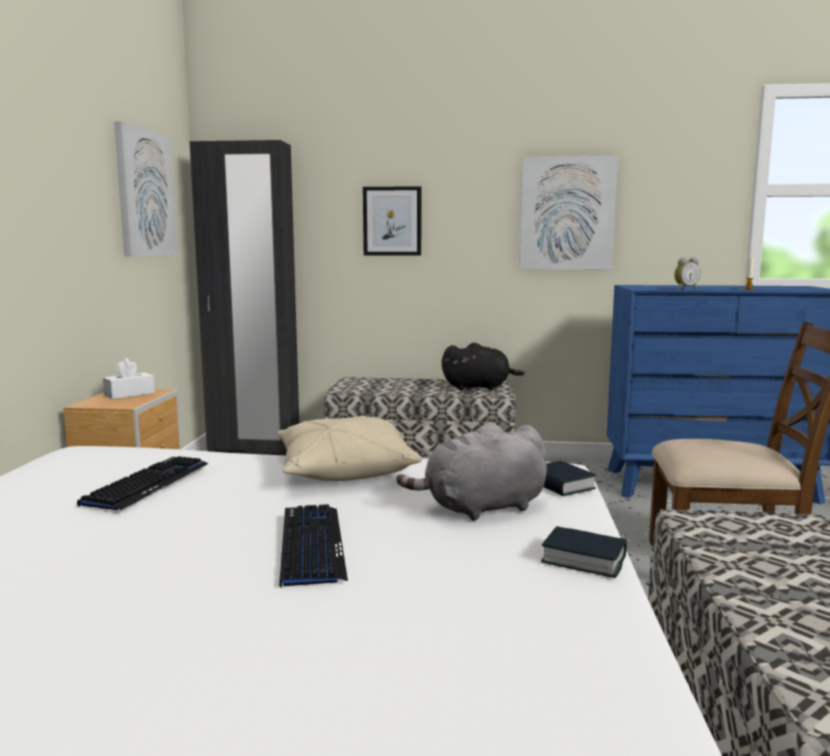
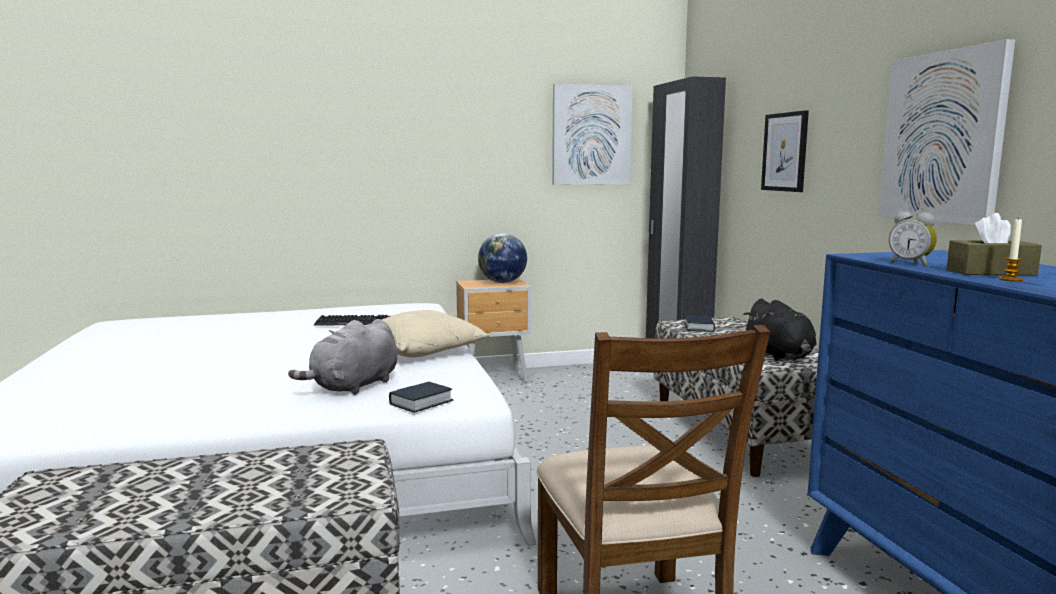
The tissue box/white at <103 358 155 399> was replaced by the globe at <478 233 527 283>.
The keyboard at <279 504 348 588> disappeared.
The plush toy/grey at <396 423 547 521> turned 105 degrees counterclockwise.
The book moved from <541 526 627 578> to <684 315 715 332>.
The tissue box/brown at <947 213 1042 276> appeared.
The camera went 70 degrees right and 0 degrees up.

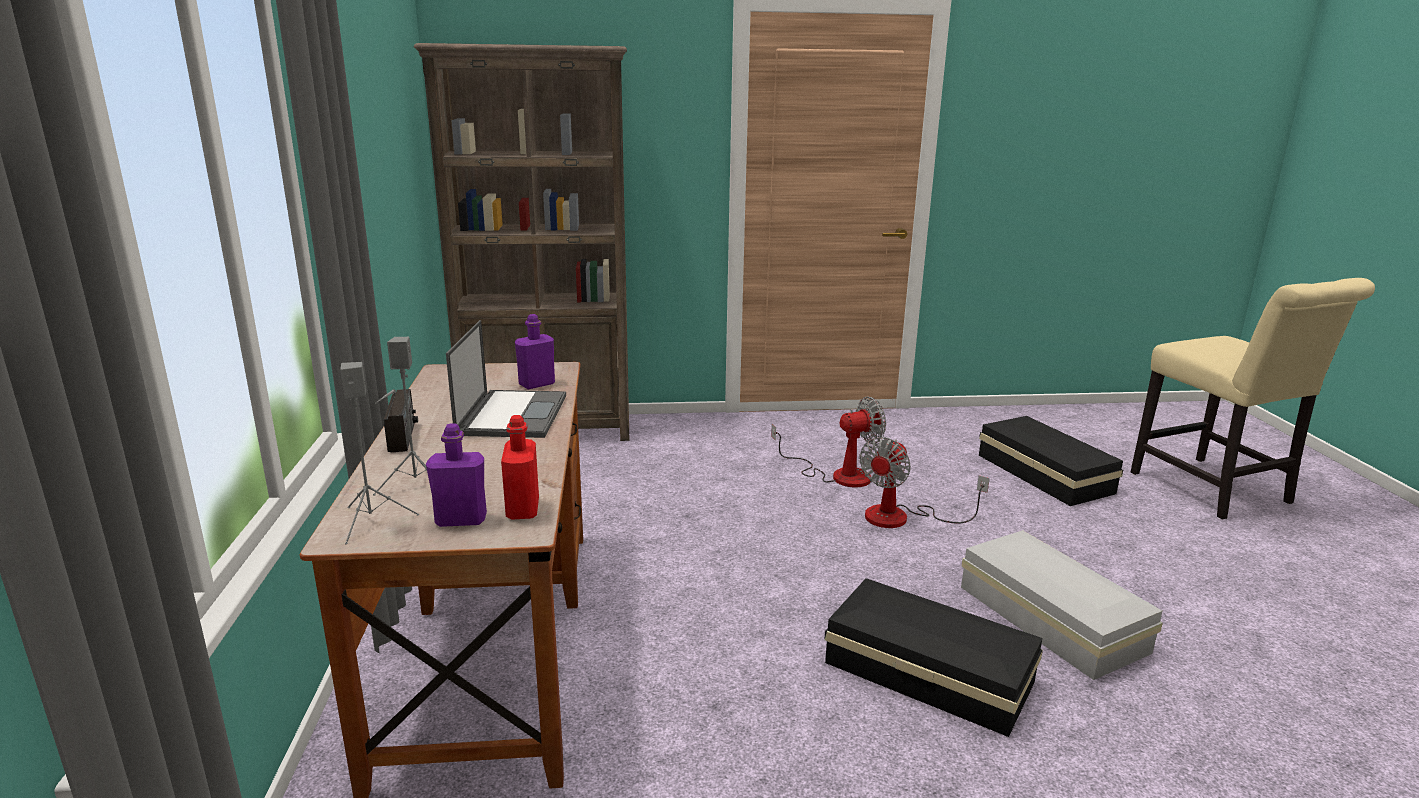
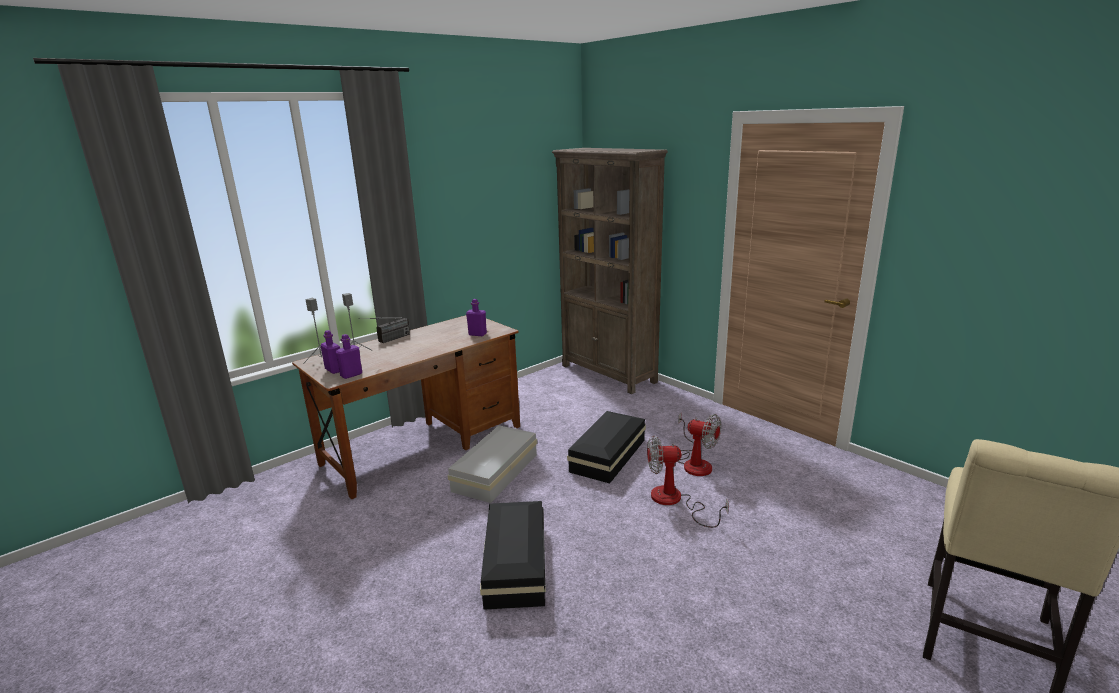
The laptop at <446 320 566 438> disappeared.
The bottle/red at <501 415 539 519> became the bottle/purple at <335 334 362 379>.
The storage box/white moved from <961 530 1163 680> to <448 425 537 503>.
The storage box/black moved from <979 416 1123 506> to <567 411 646 484>.
The camera went 55 degrees right and 0 degrees up.

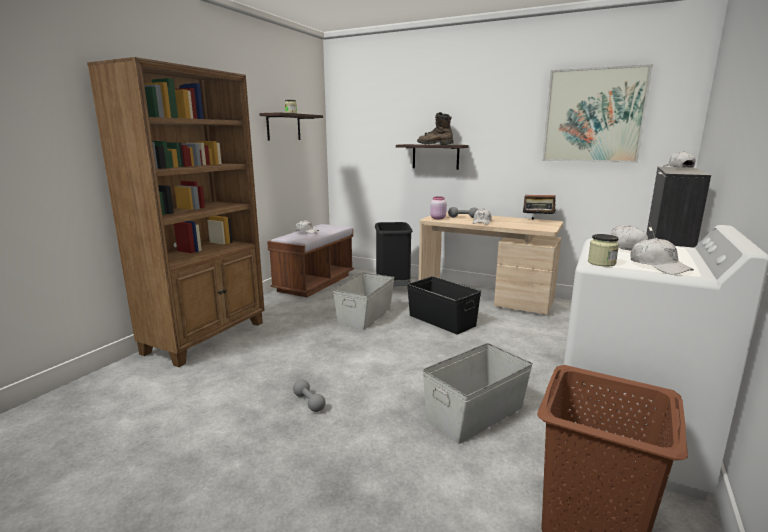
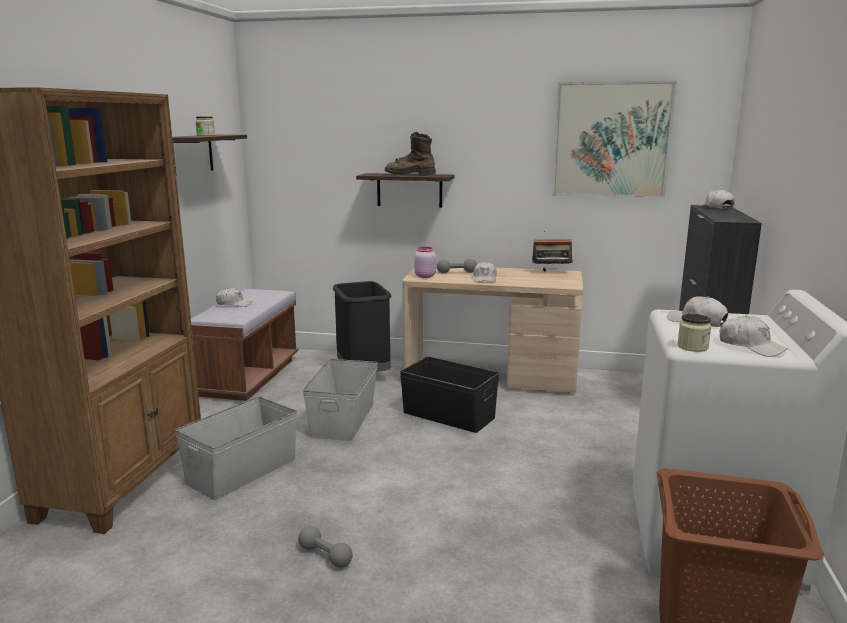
The storage box/grey moved from <423 343 533 444> to <175 396 297 500>.
The camera went 15 degrees left and 0 degrees up.

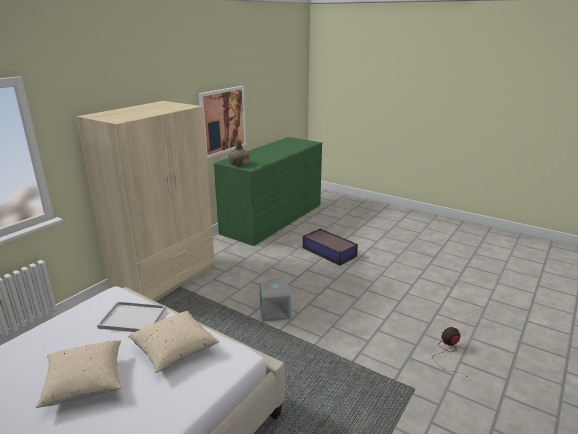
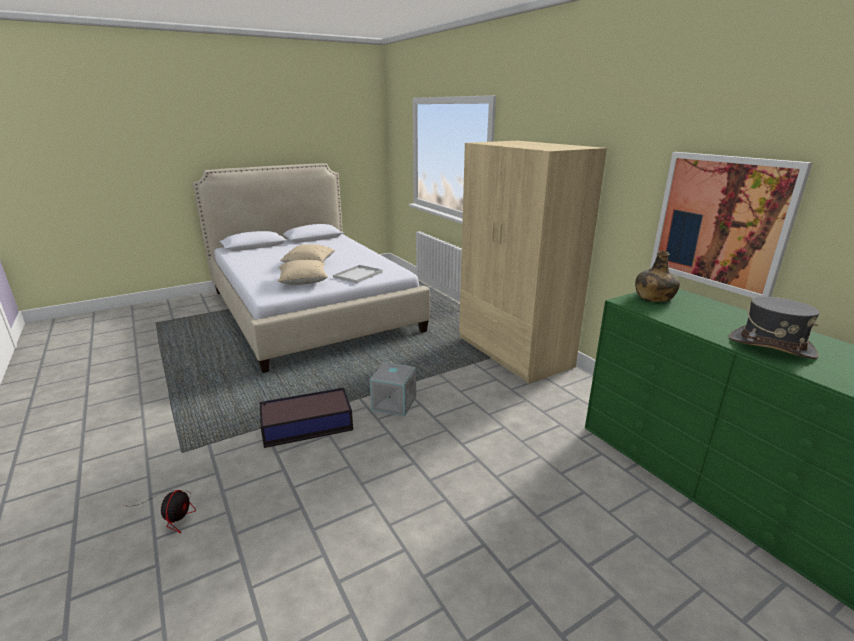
The storage box moved from <303 229 358 266> to <260 388 353 448>.
The hat/grey at <729 297 820 359> appeared.
The camera went 115 degrees right and 0 degrees up.

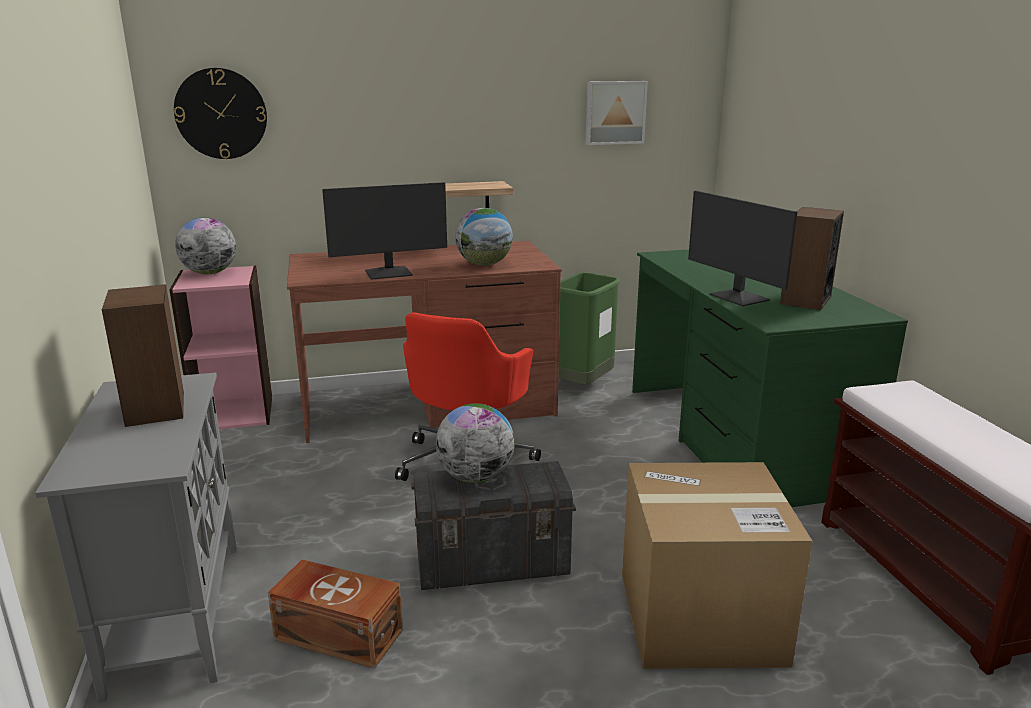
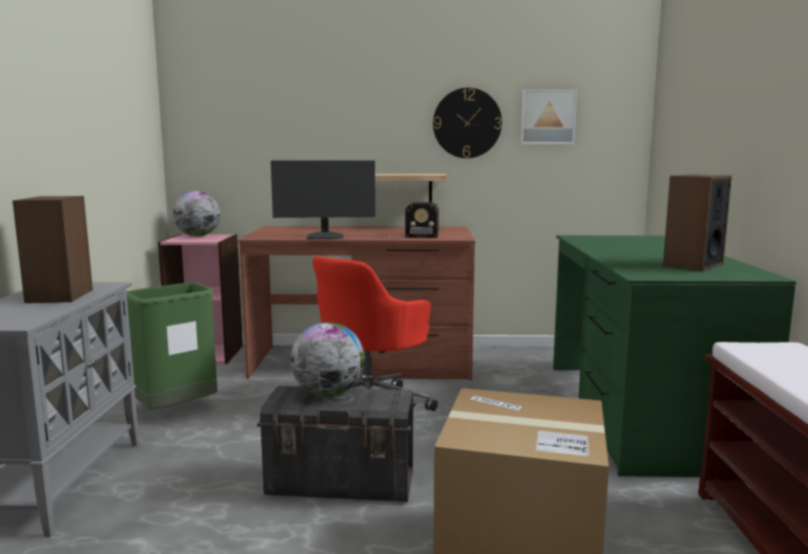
The wall clock moved from <174 68 267 159> to <433 88 502 158>.
The storage box/brown at <268 559 403 669> disappeared.
The globe at <455 208 513 266> was replaced by the radio at <386 202 439 238>.
The trash can/green moved from <558 272 620 385> to <126 282 217 409>.
The monitor at <688 191 797 306> disappeared.
The camera went 15 degrees right and 10 degrees down.

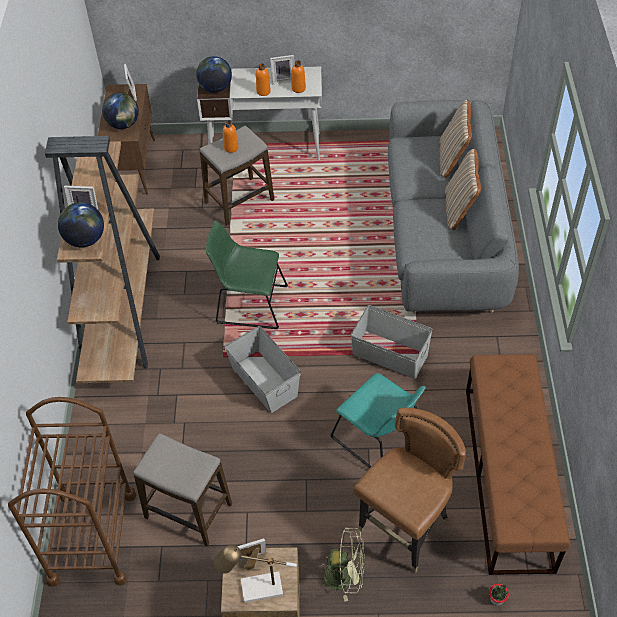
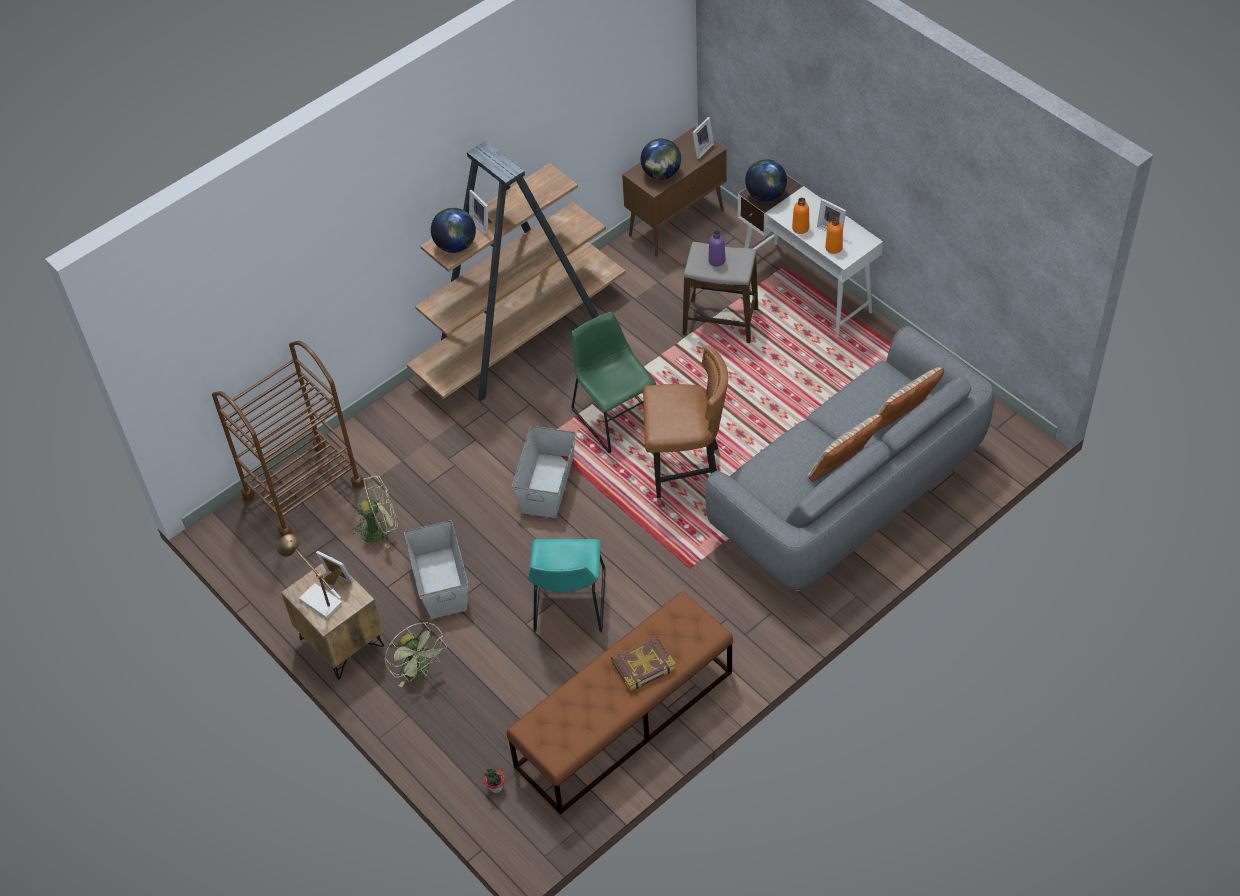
The stool at <133 433 232 546> was replaced by the fan/green at <352 475 398 549>.
The bottle/orange at <223 120 239 153> became the bottle/purple at <708 230 725 267>.
The storage box/grey moved from <351 305 433 379> to <404 520 468 619>.
The chair/brown moved from <353 407 466 573> to <643 345 728 505>.
The book at <611 636 676 692> appeared.
The camera went 50 degrees right and 0 degrees up.

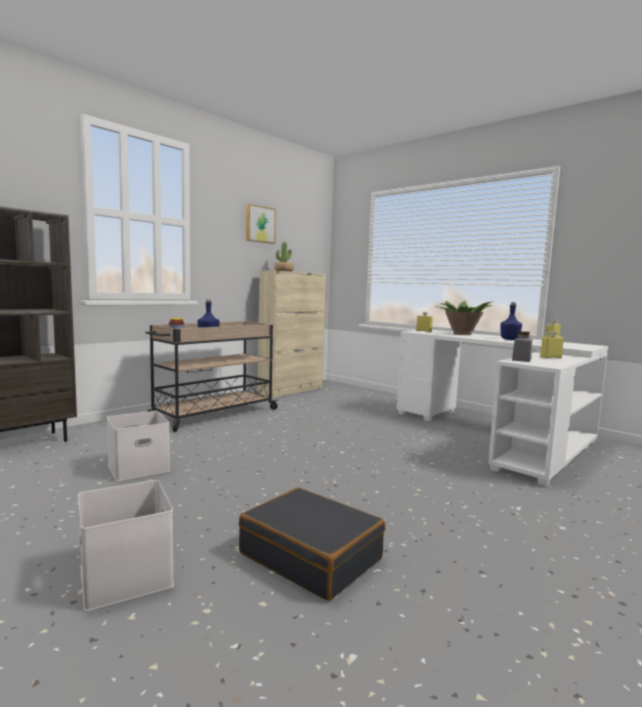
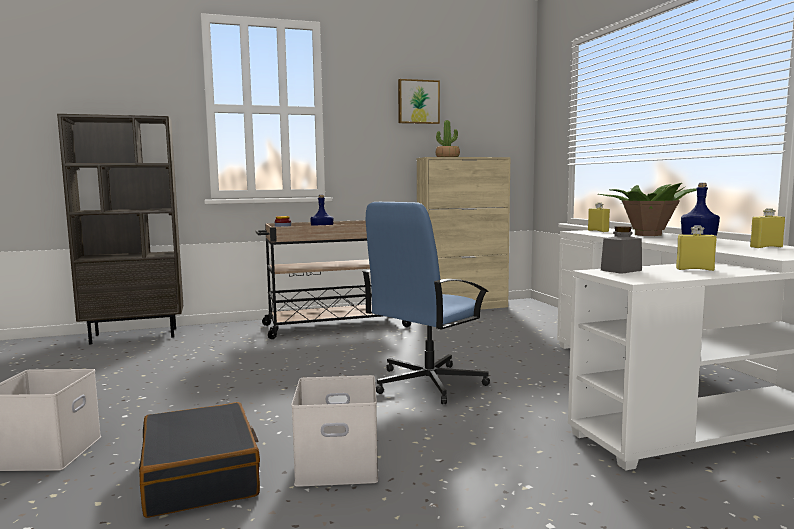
The storage box/white moved from <107 411 170 481> to <291 375 378 487>.
The office chair/blue at <362 202 490 404> appeared.
The camera went 30 degrees right and 0 degrees up.

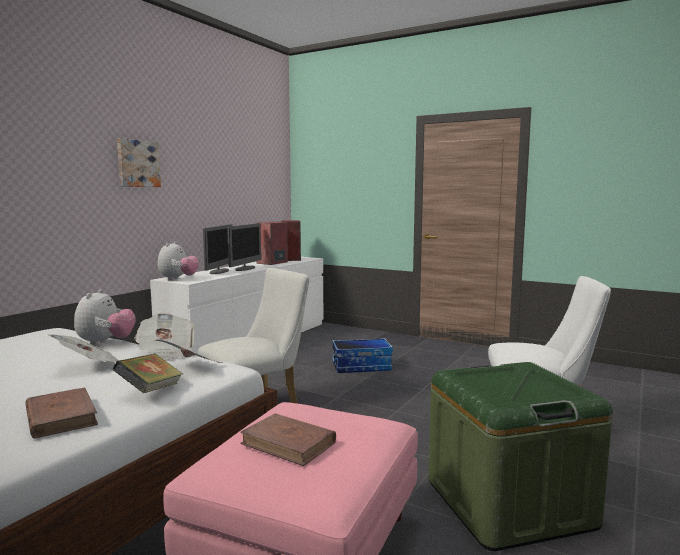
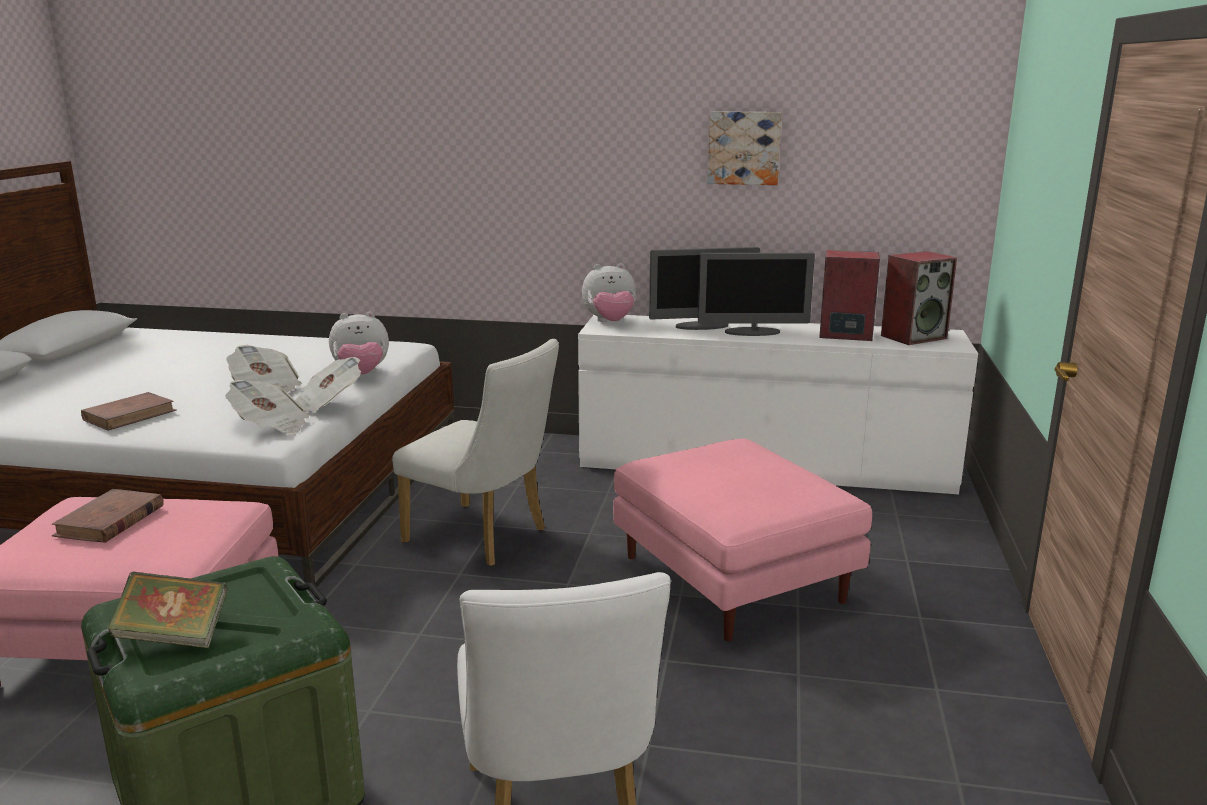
The book moved from <113 354 183 393> to <107 572 227 648>.
The picture moved from <117 138 161 187> to <707 111 782 185>.
The storage box at <332 338 393 373> was replaced by the ottoman/pink at <613 439 872 641>.
The camera went 70 degrees right and 10 degrees up.

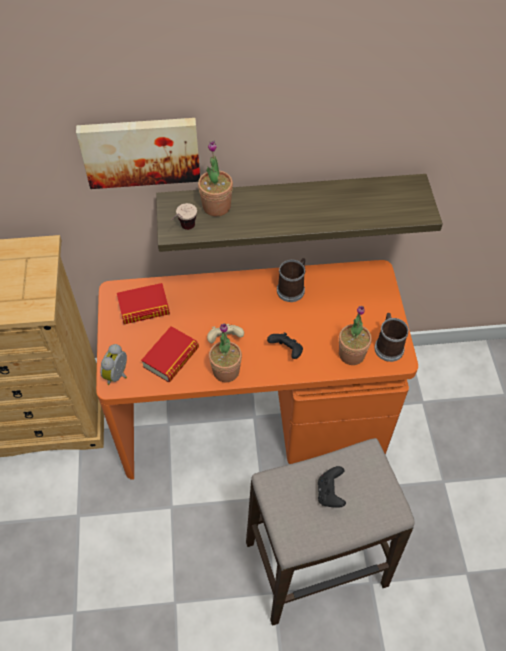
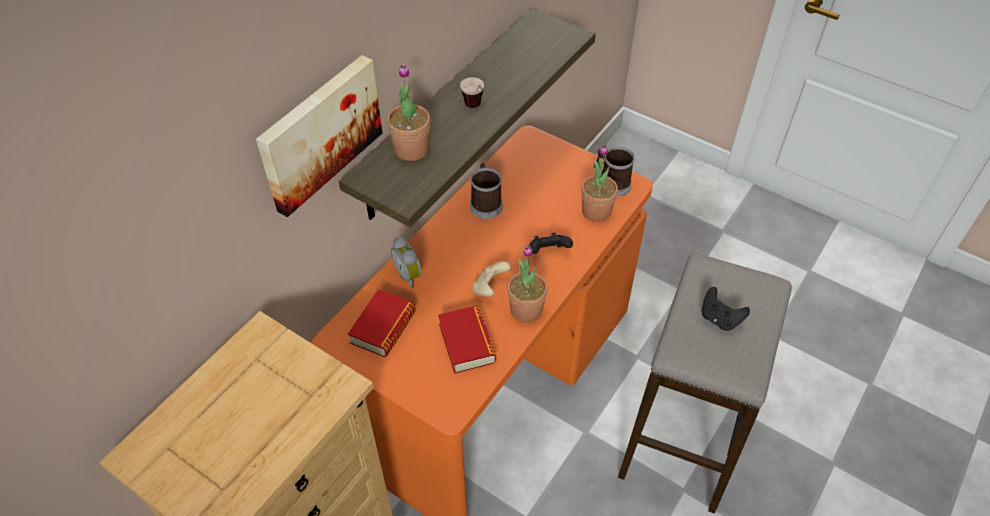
The alarm clock moved from <100 344 127 385> to <391 237 422 288>.
The cup moved from <171 203 197 230> to <460 77 485 108>.
The camera went 50 degrees left and 5 degrees down.

